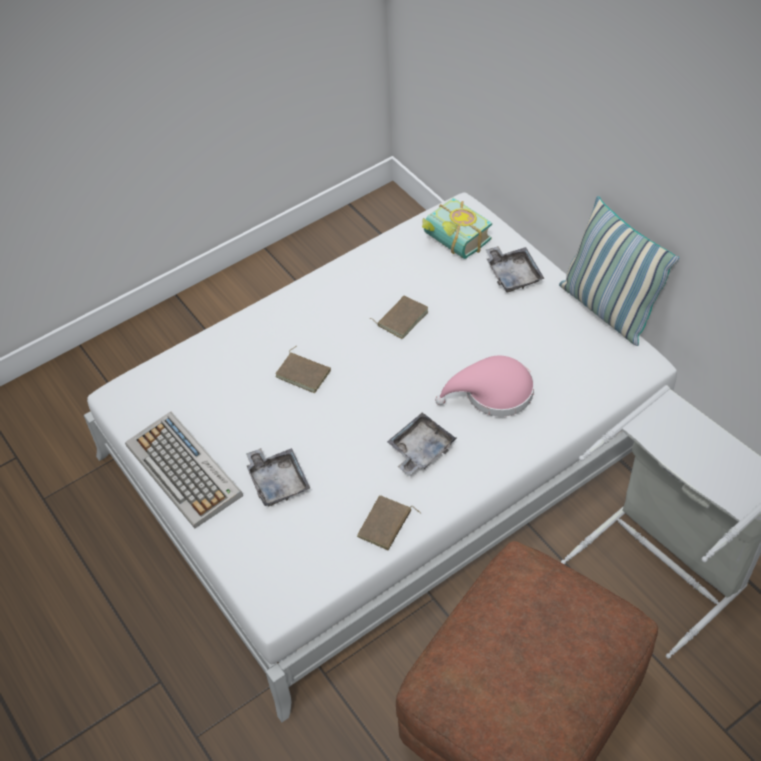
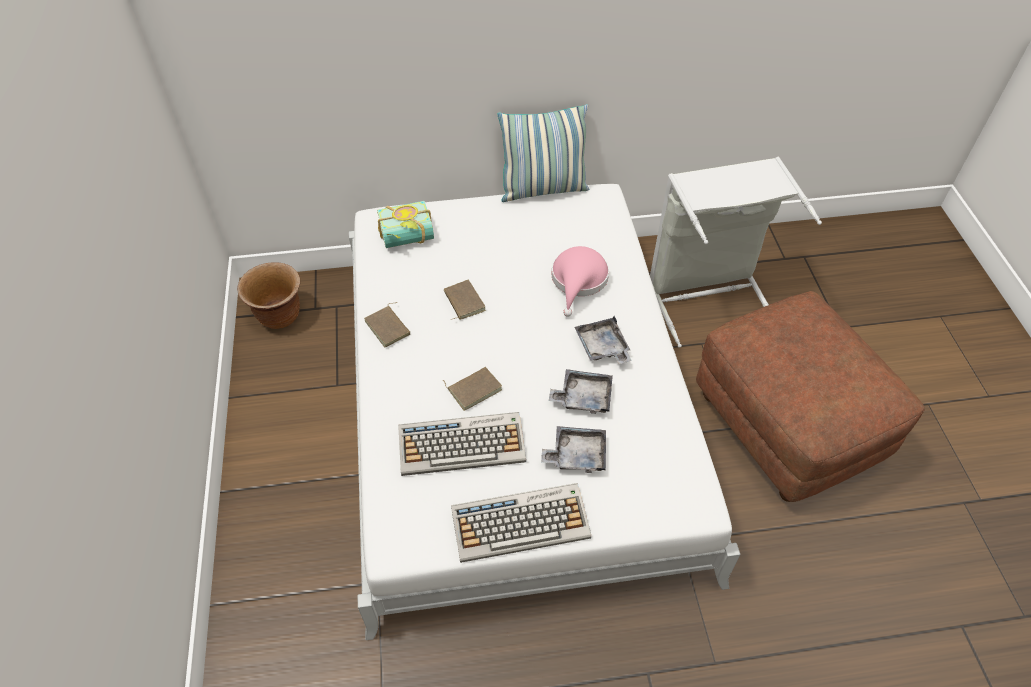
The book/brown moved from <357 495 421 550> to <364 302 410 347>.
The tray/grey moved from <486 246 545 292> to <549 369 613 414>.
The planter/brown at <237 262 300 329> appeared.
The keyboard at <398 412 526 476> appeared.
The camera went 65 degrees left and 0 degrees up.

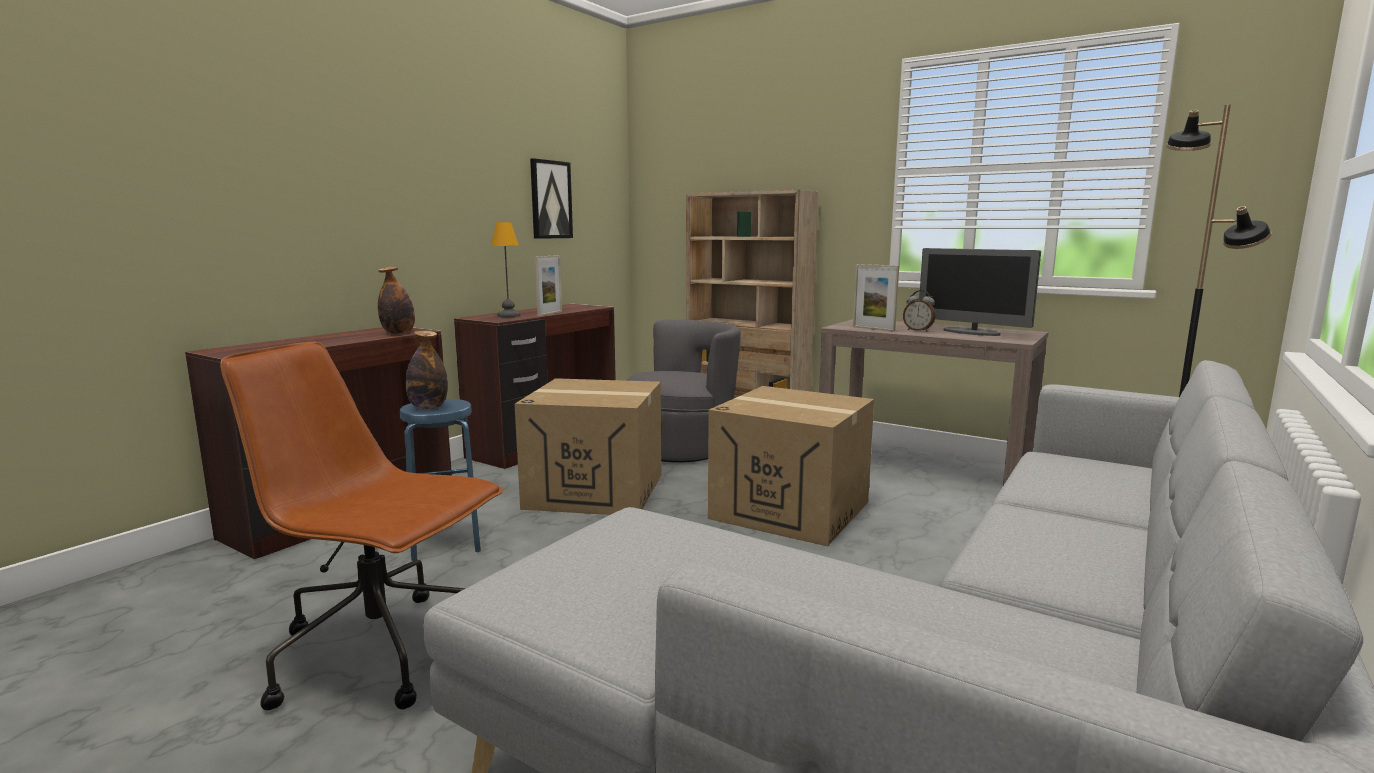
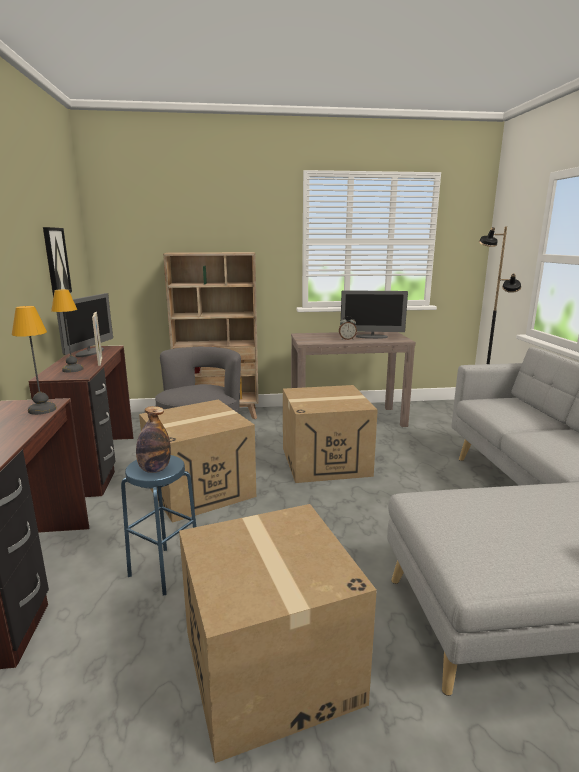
The office chair/brown at <220 342 503 711> was replaced by the cardboard box at <179 504 377 763>.
The bottle at <378 267 415 334> was replaced by the table lamp at <12 306 56 415>.
The picture frame at <853 264 899 332> disappeared.
The monitor at <57 293 113 357> appeared.
The camera went 40 degrees left and 5 degrees up.

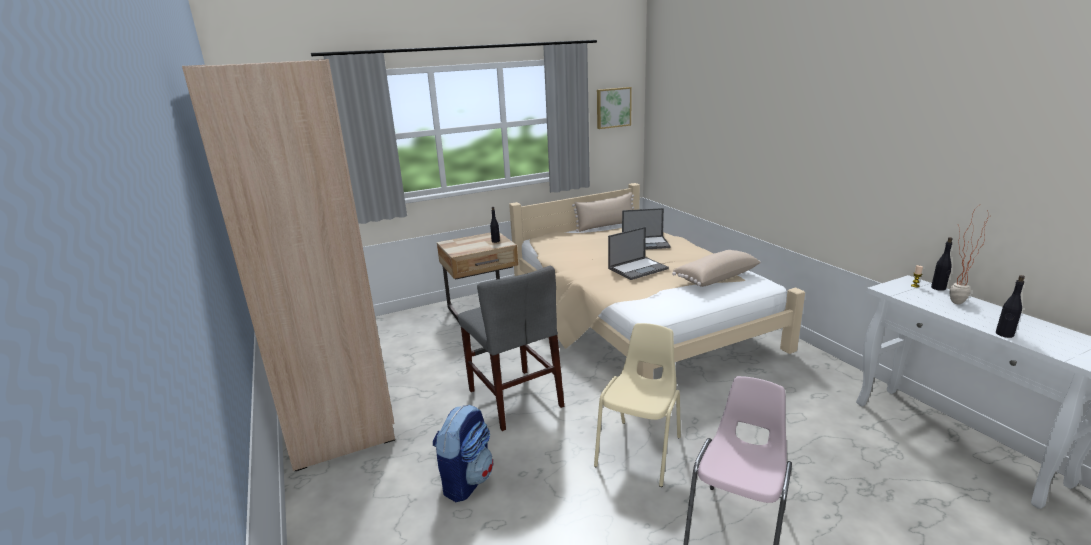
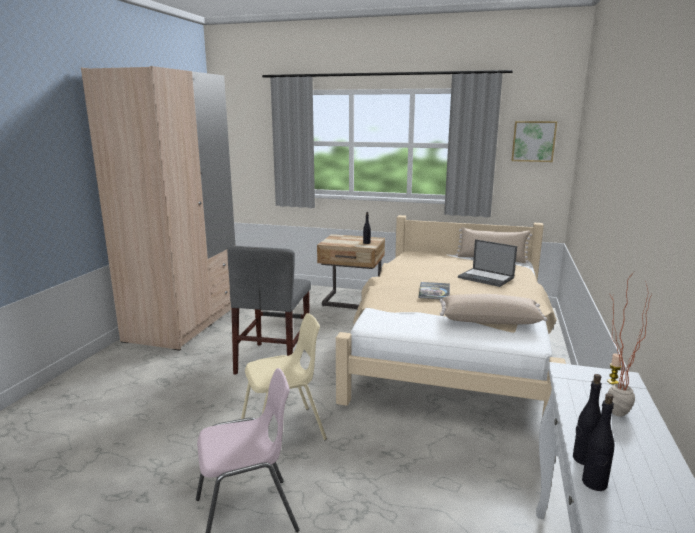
The backpack at <433 405 493 502> disappeared.
The laptop at <608 227 669 280> was replaced by the book at <418 282 450 299>.
The bottle/black moved from <931 237 953 291> to <582 393 615 491>.
The camera went 40 degrees right and 5 degrees down.

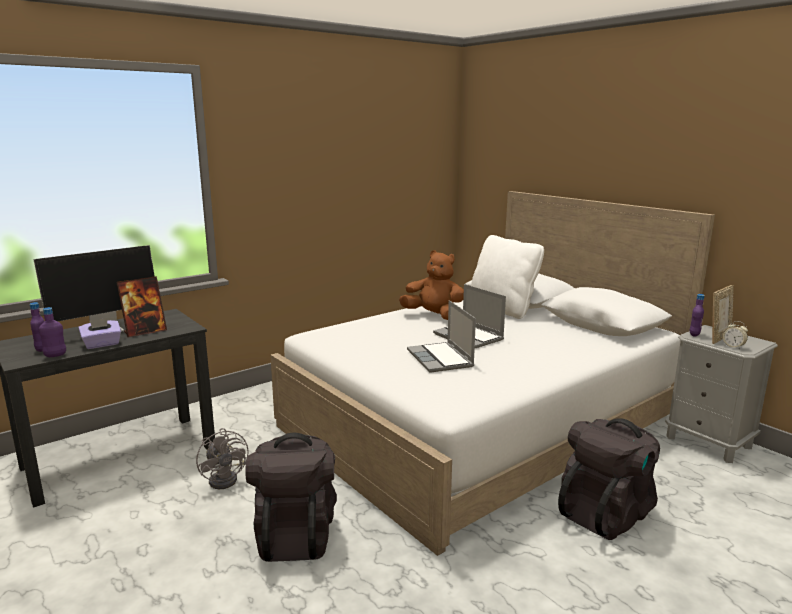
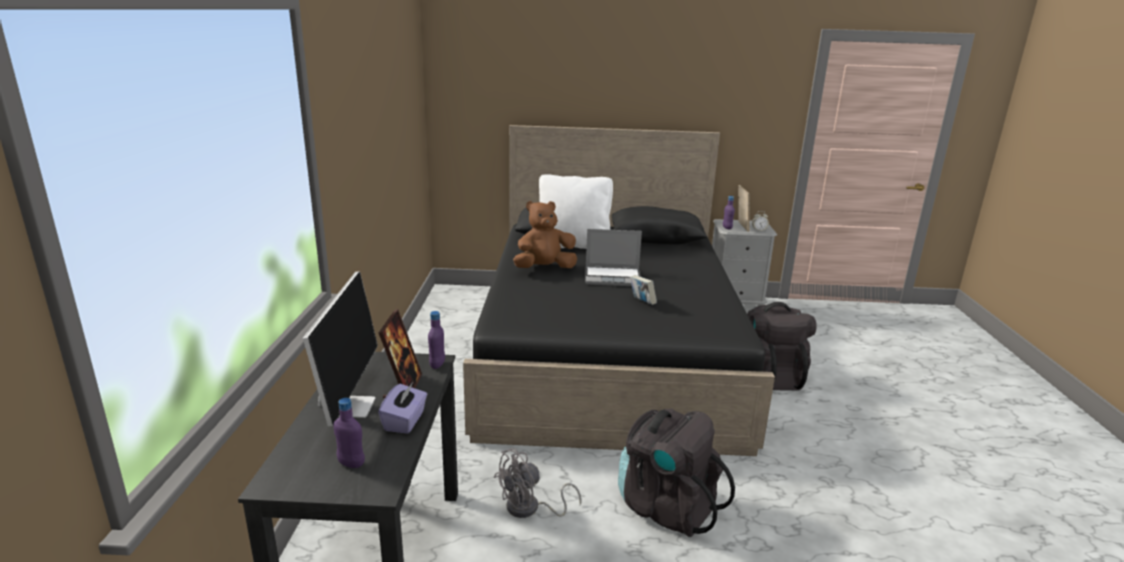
The bottle/purple moved from <39 307 66 357> to <428 311 445 369>.
The fan/grey at <196 428 249 489> turned 135 degrees clockwise.
The bed/white at <270 191 715 556> became the bed/black at <463 125 775 456>.
The laptop at <407 300 476 373> was replaced by the book at <630 275 657 305>.
The camera went 50 degrees left and 5 degrees up.

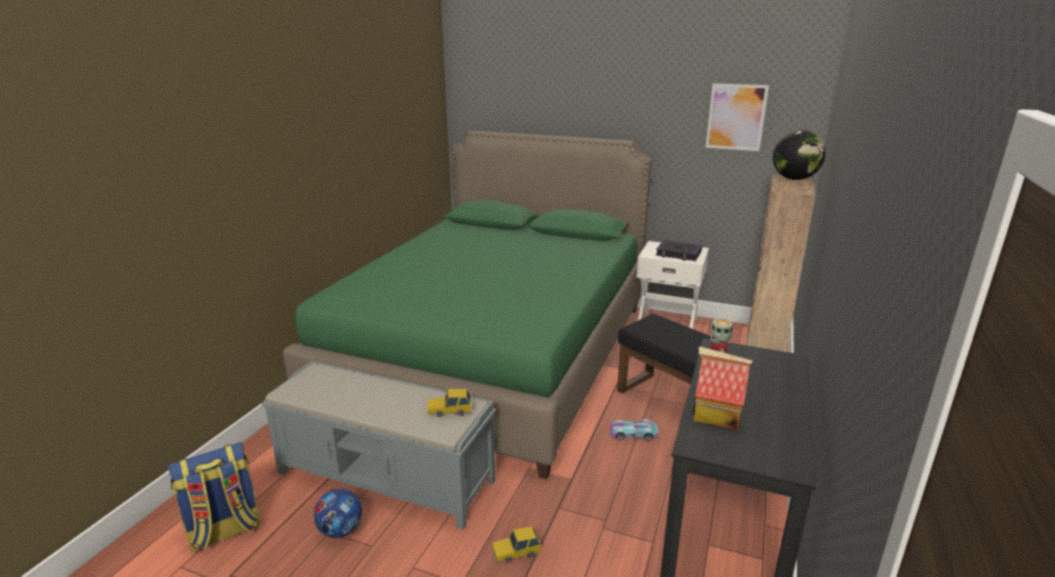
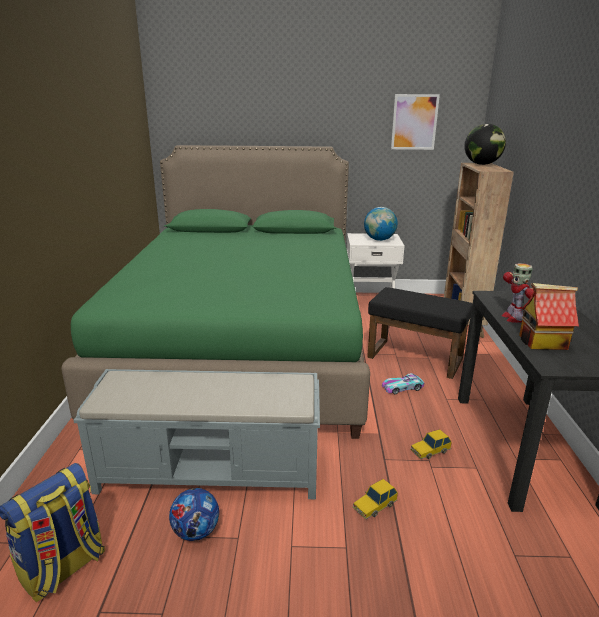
The toy car moved from <428 389 471 417> to <410 429 452 459>.
The book at <656 240 702 261> was replaced by the globe at <364 207 398 241>.
The camera went 20 degrees left and 0 degrees up.

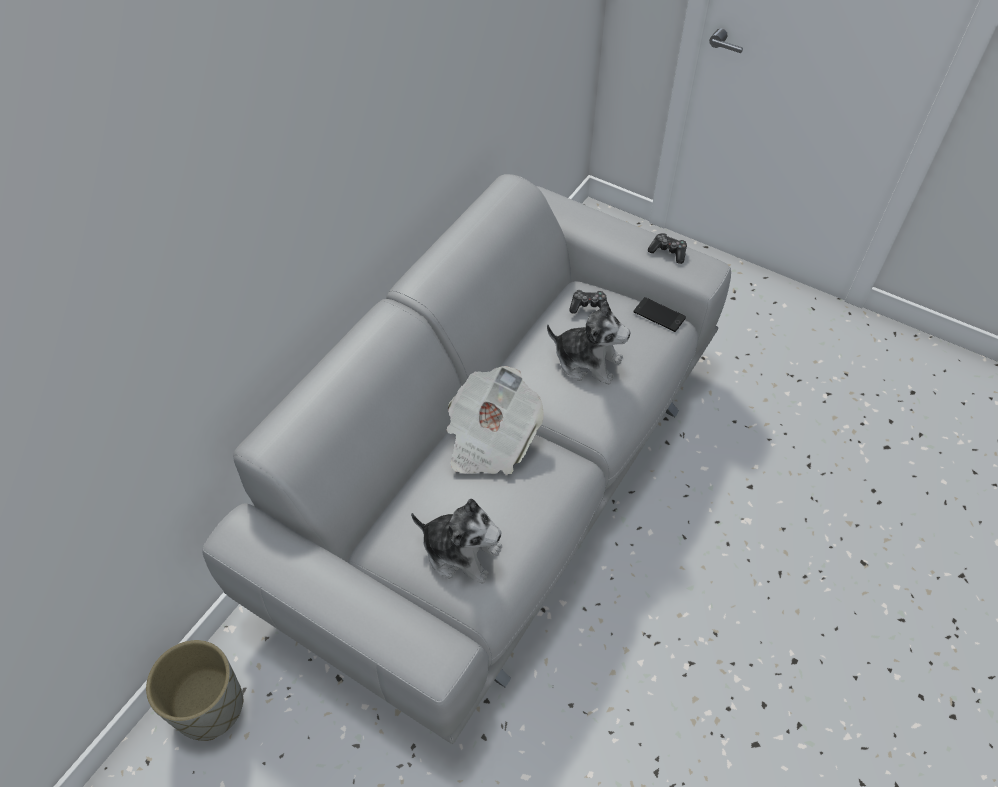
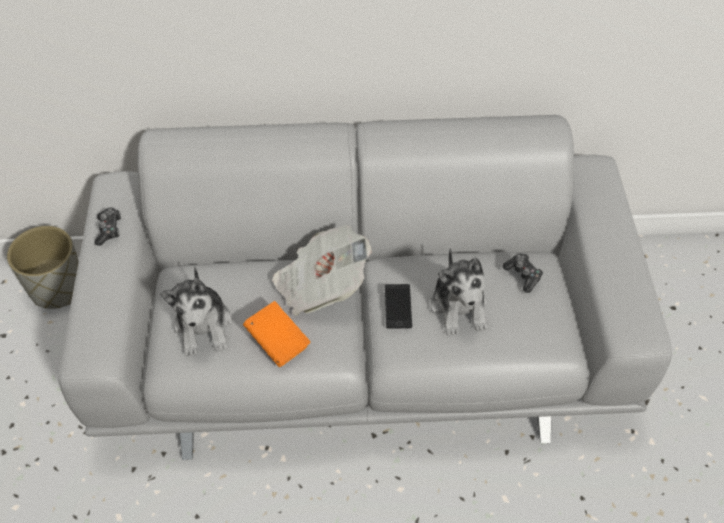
The phone moved from <634 297 686 332> to <385 284 412 329>.
The game controller moved from <648 233 687 264> to <94 207 121 246>.
The book/orange at <243 301 311 368> appeared.
The camera went 55 degrees right and 0 degrees up.

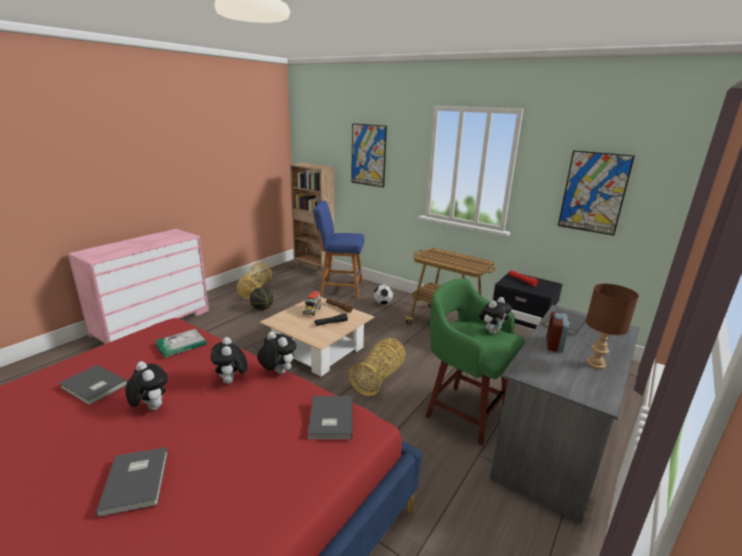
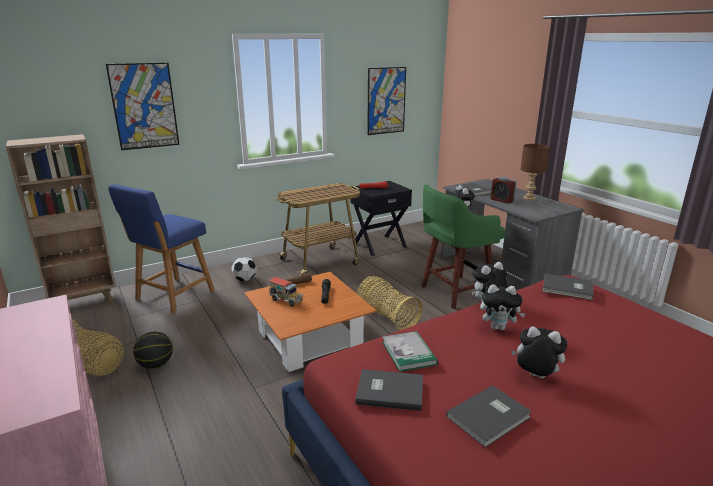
The book/grey moved from <96 447 168 517> to <355 369 423 411>.
The plush toy at <126 361 168 410> turned 45 degrees clockwise.
The coffee table/beige at <260 297 374 376> became the coffee table/orange at <244 272 377 372>.
The camera went 65 degrees left and 0 degrees up.

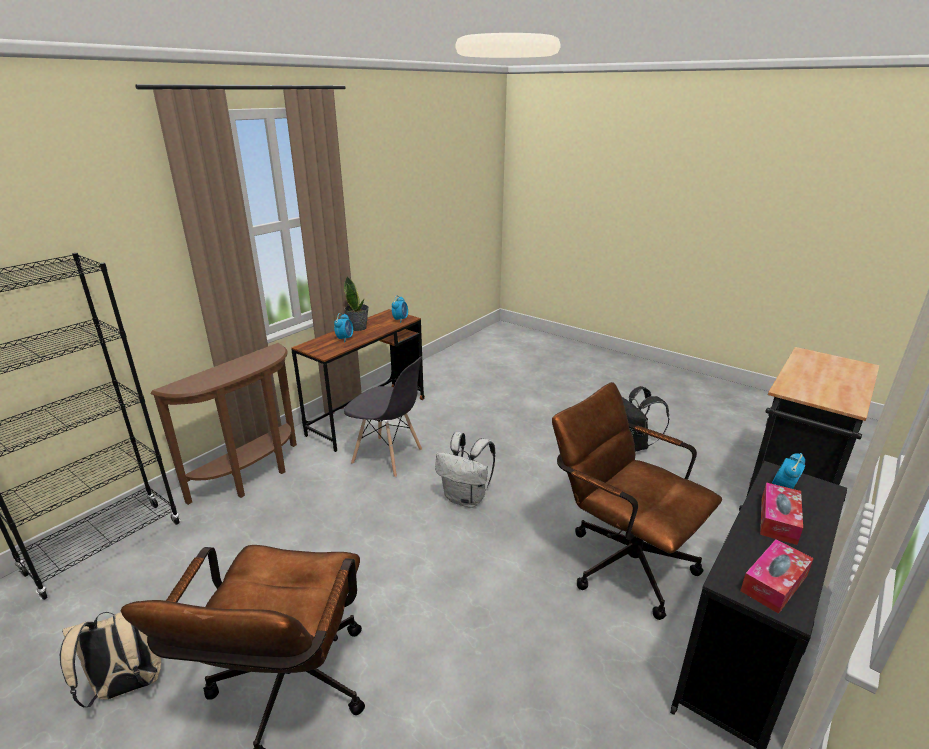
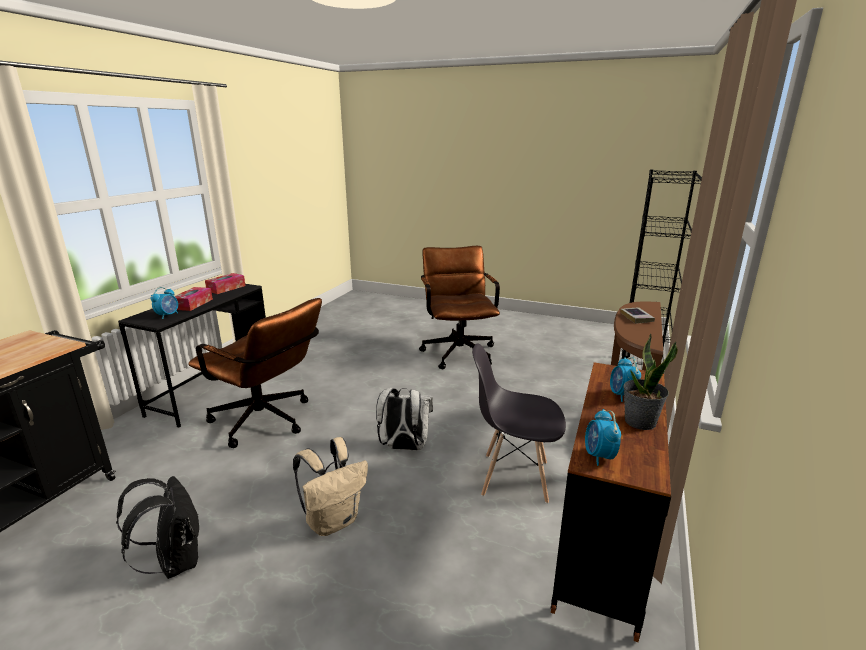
The backpack/beige moved from <60 612 161 707> to <293 437 368 536>.
The book at <620 307 655 324> appeared.
The camera went 165 degrees right and 5 degrees down.

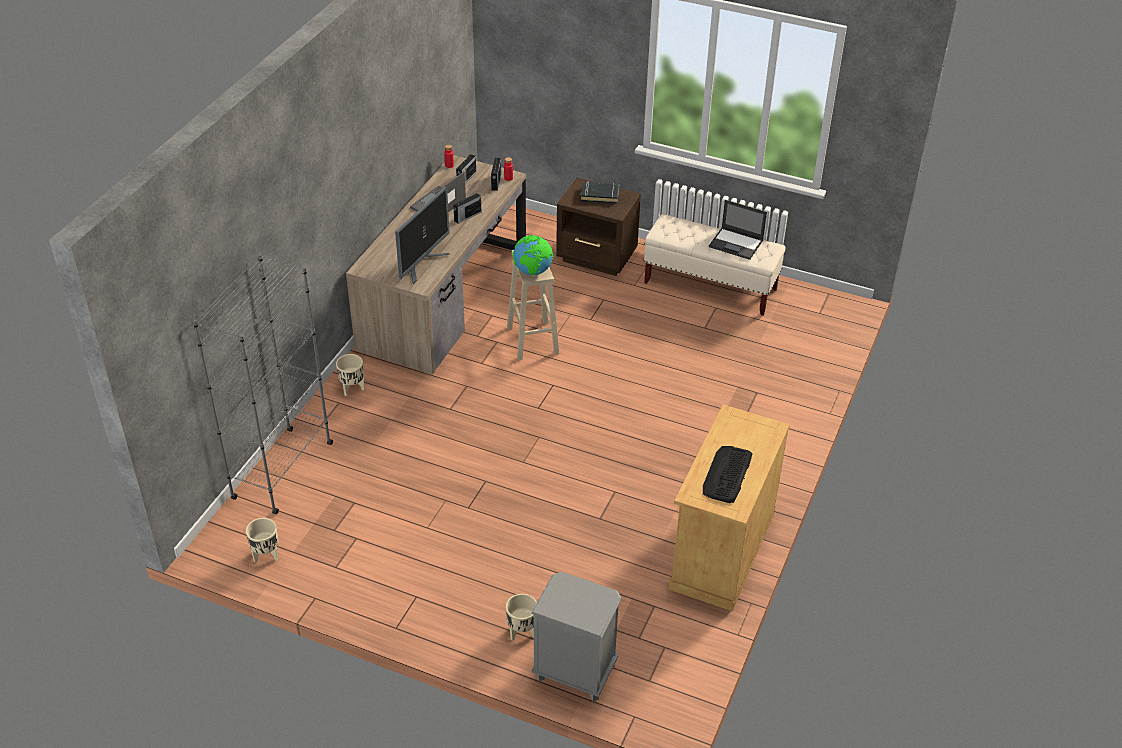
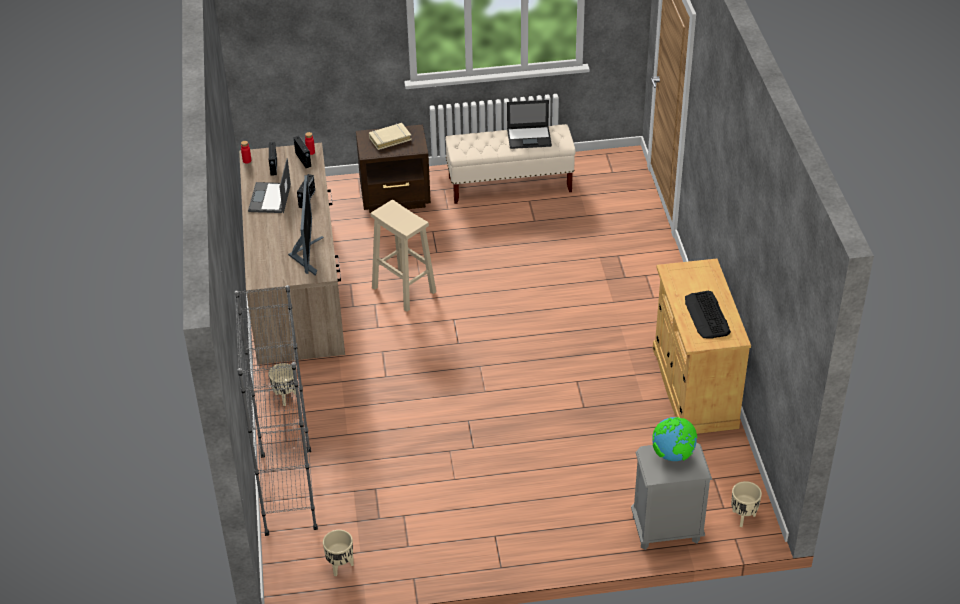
The planter/beige moved from <506 594 537 641> to <731 481 762 527>.
The globe moved from <513 235 554 275> to <652 417 698 461>.
The book/black at <580 182 619 204> became the book/beige at <369 123 411 150>.
The camera went 30 degrees left and 0 degrees up.

